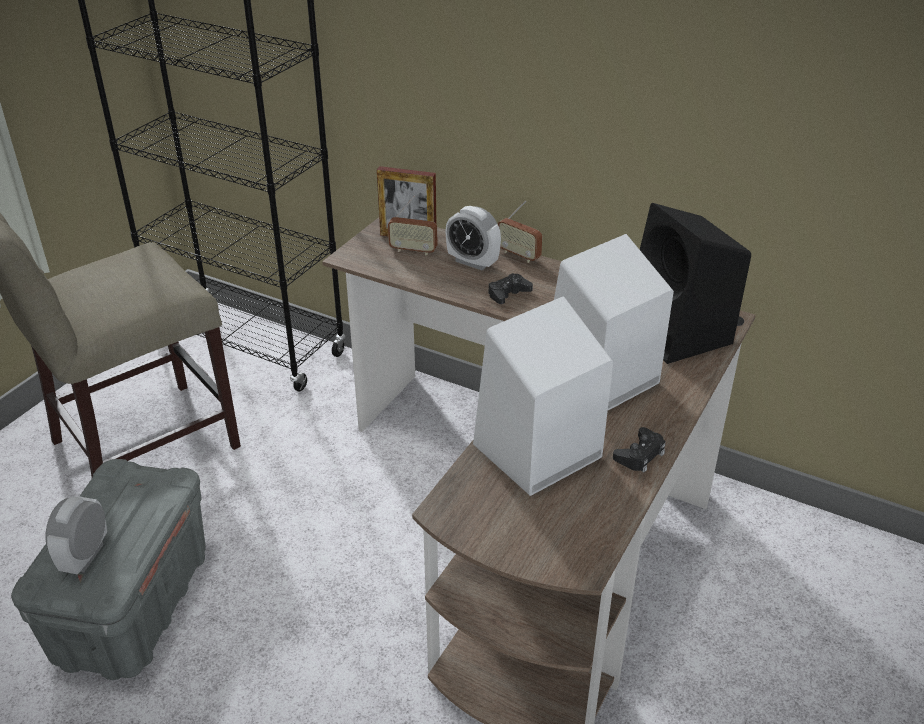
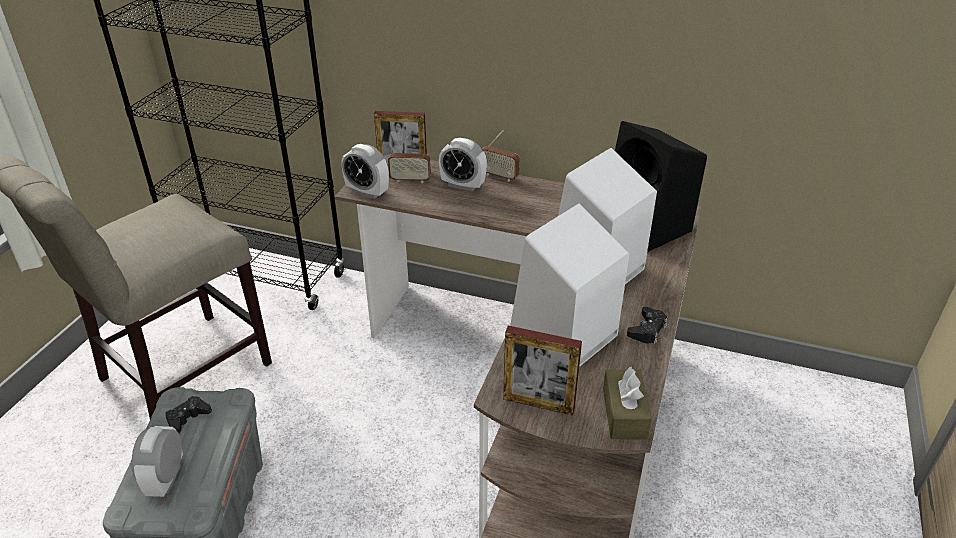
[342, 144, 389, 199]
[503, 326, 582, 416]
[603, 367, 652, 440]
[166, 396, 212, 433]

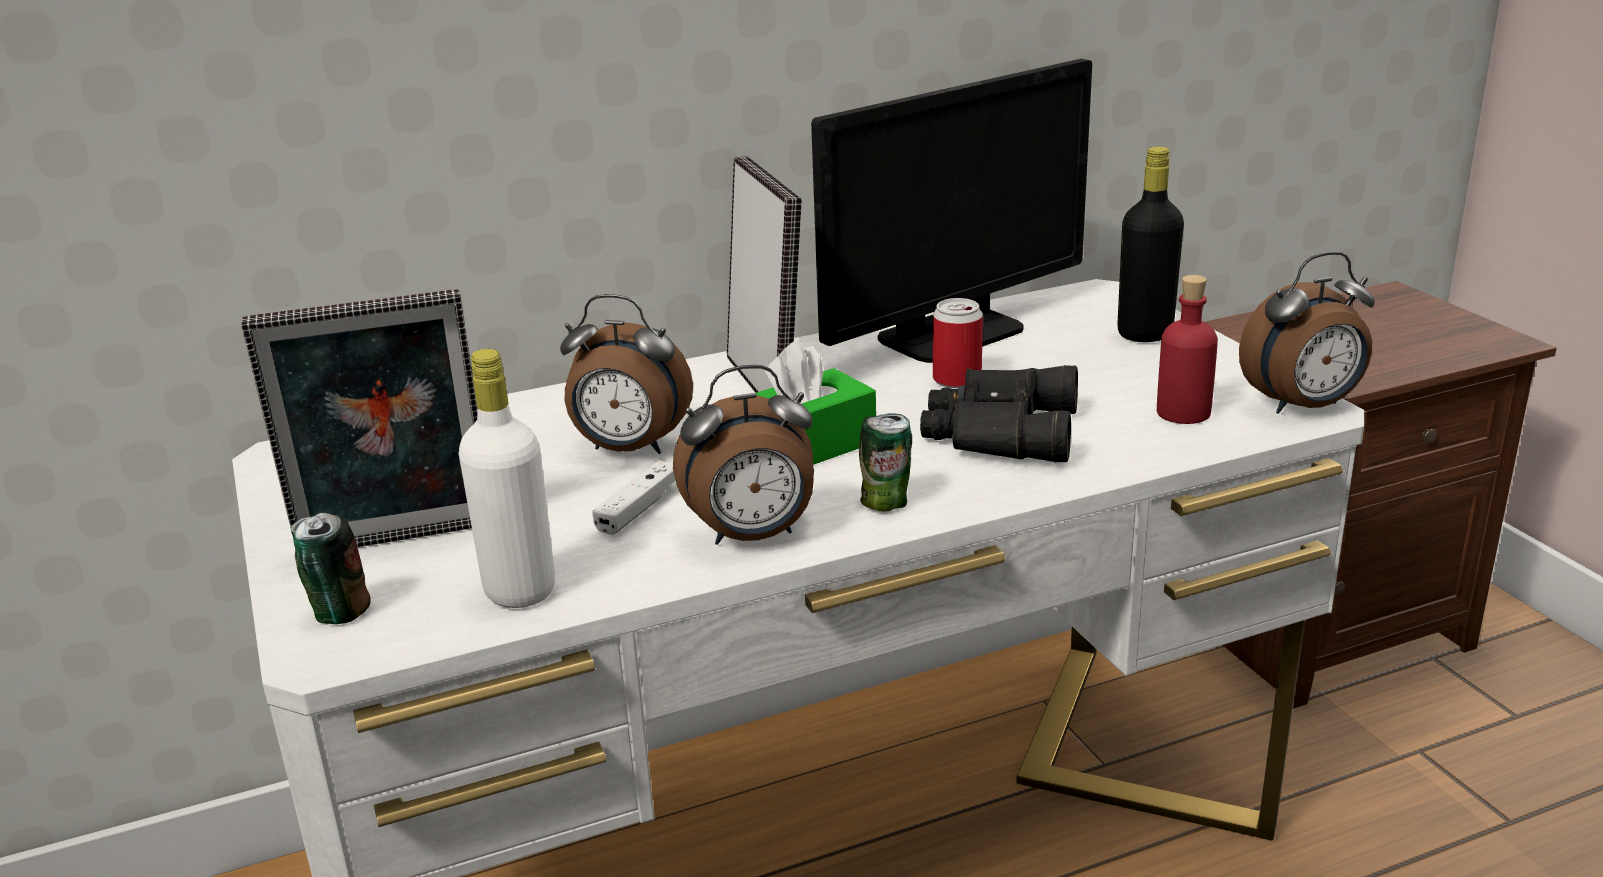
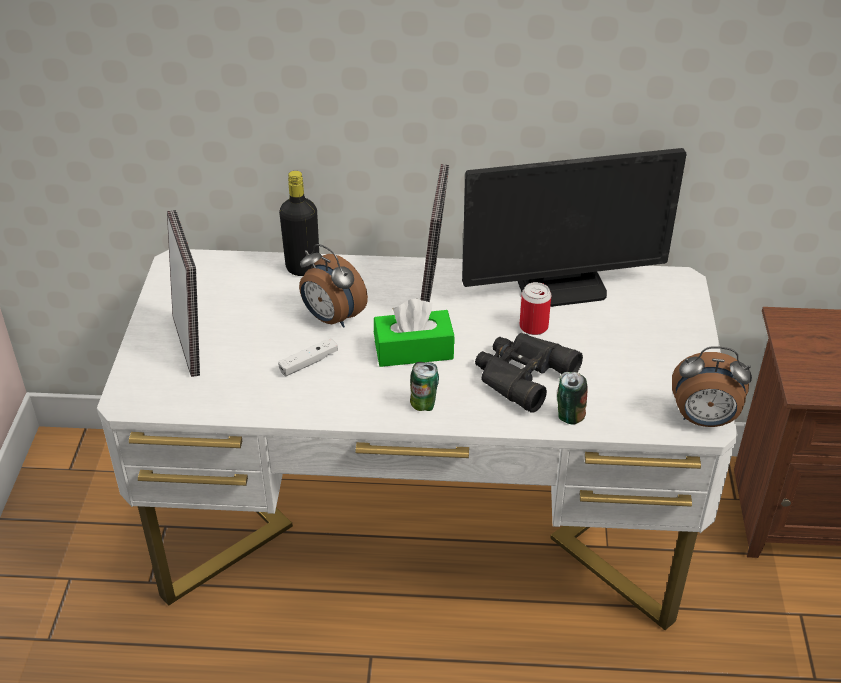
[459, 349, 555, 608] (first image)
[673, 365, 814, 545] (first image)
[1157, 275, 1218, 424] (first image)
[557, 372, 588, 425]
[279, 171, 319, 276]
[167, 210, 200, 377]

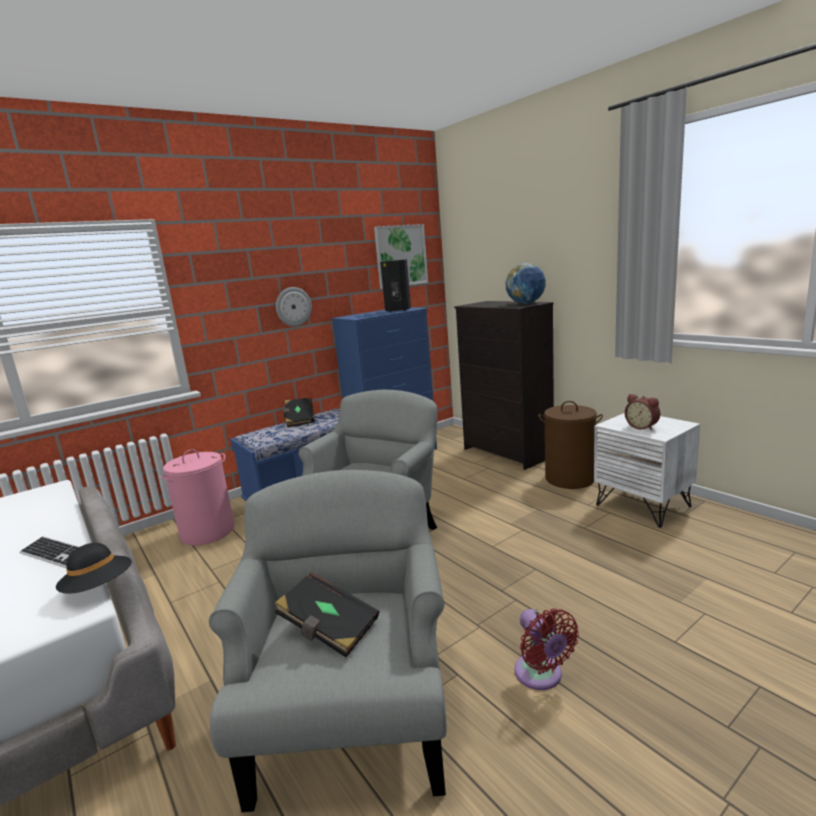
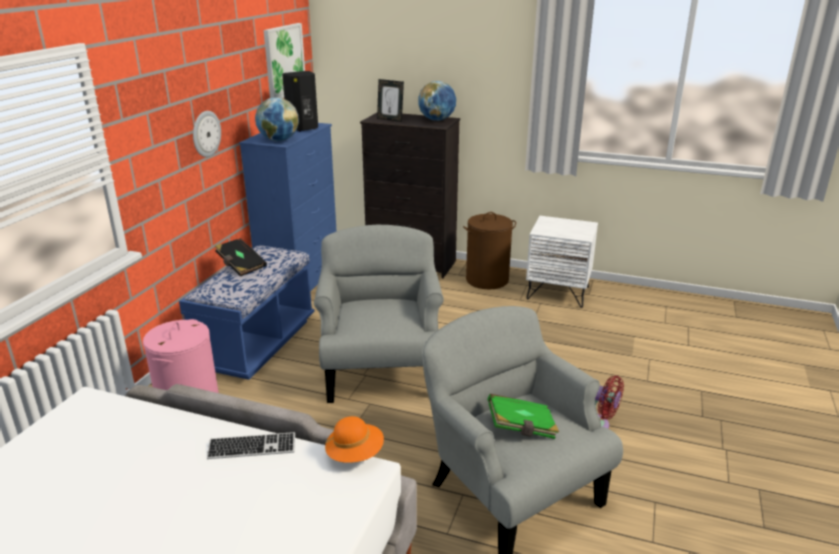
[625, 394, 660, 430] (first image)
[255, 97, 299, 141]
[377, 79, 404, 122]
[325, 416, 384, 463]
[488, 394, 559, 439]

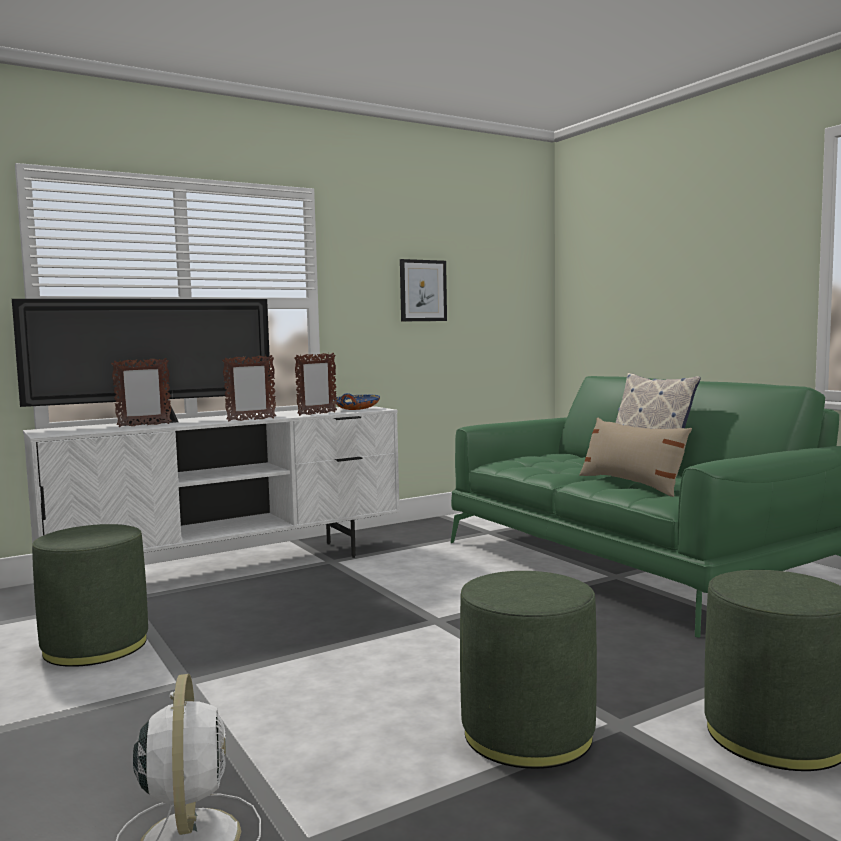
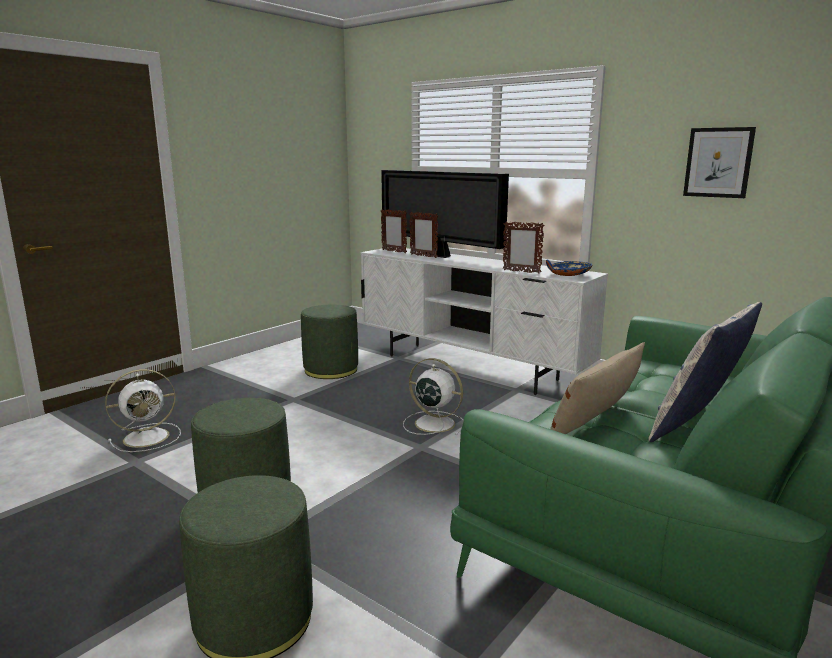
[403, 358, 464, 435]
[381, 209, 407, 253]

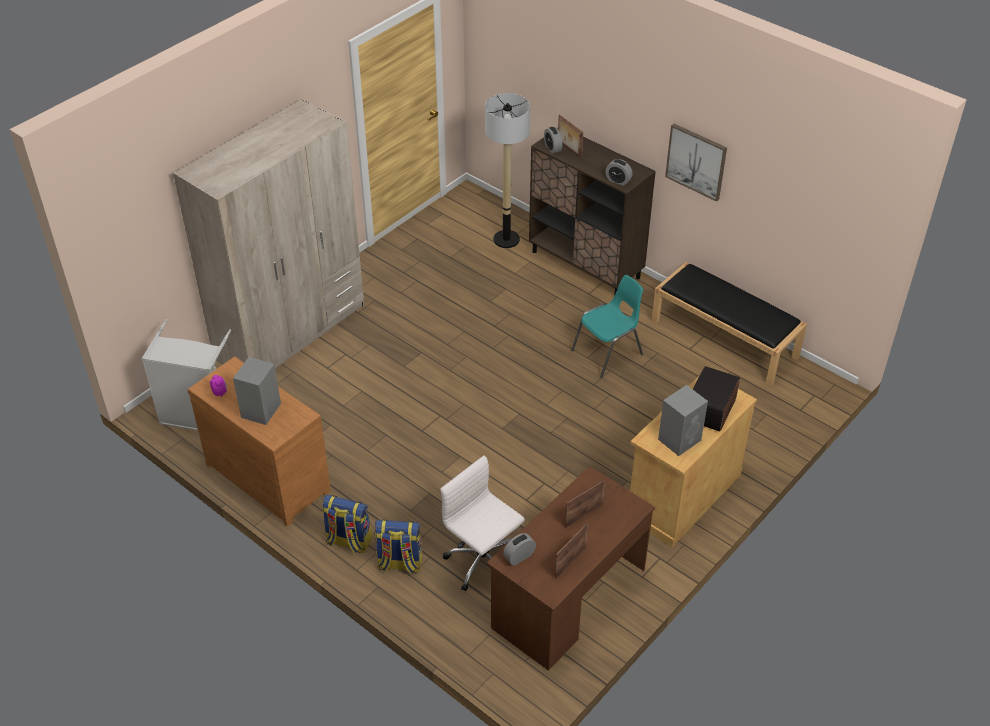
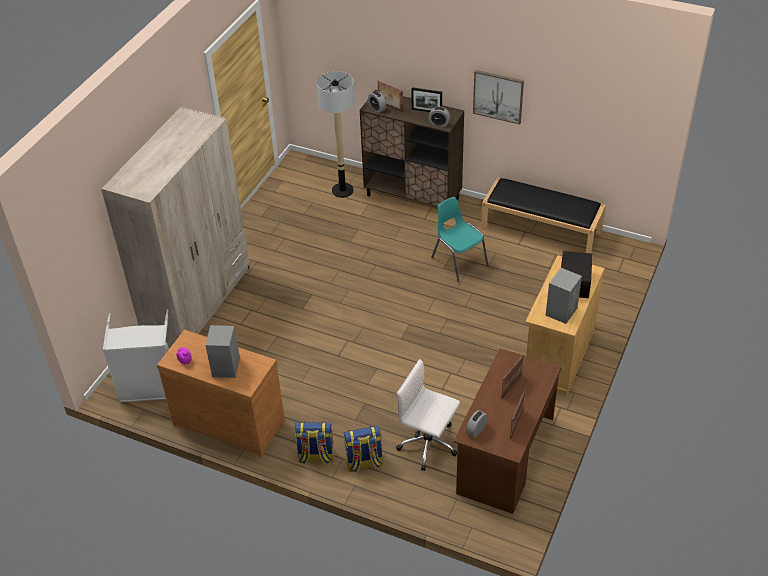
[411, 87, 442, 112]
[431, 197, 488, 282]

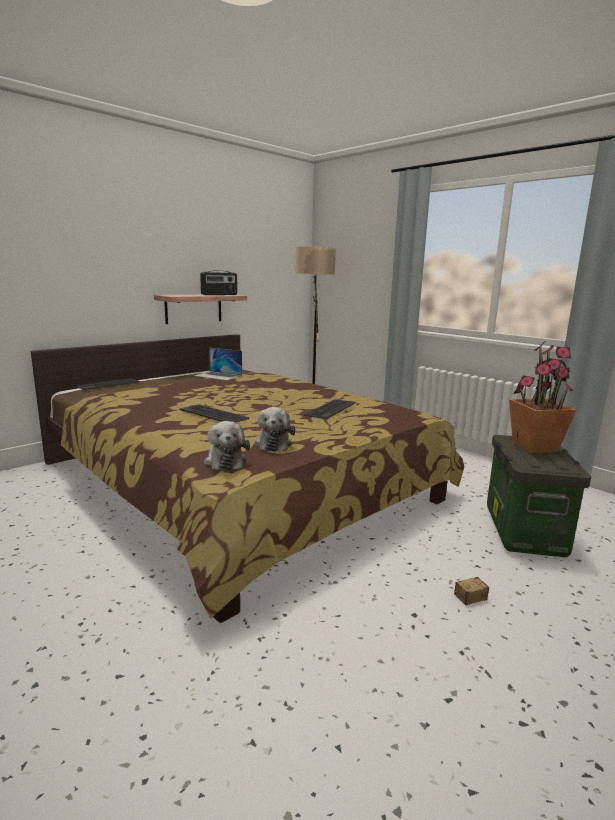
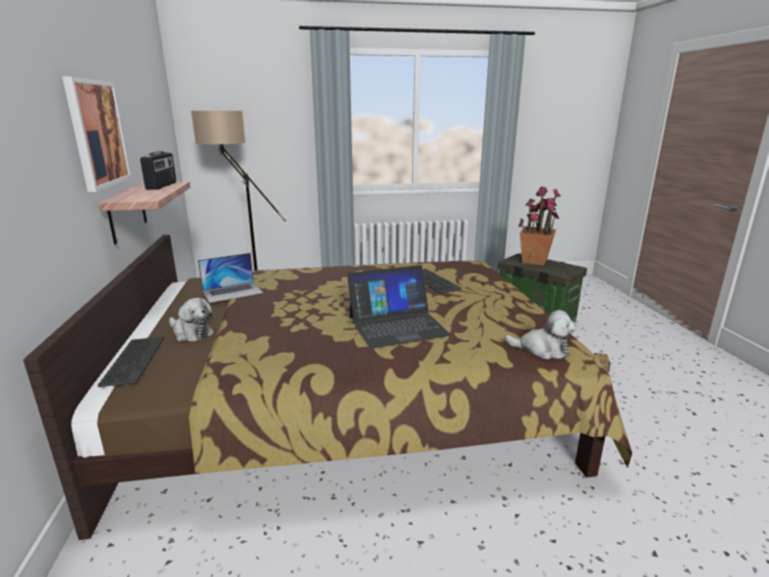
[62, 76, 132, 192]
[169, 298, 214, 342]
[347, 265, 451, 348]

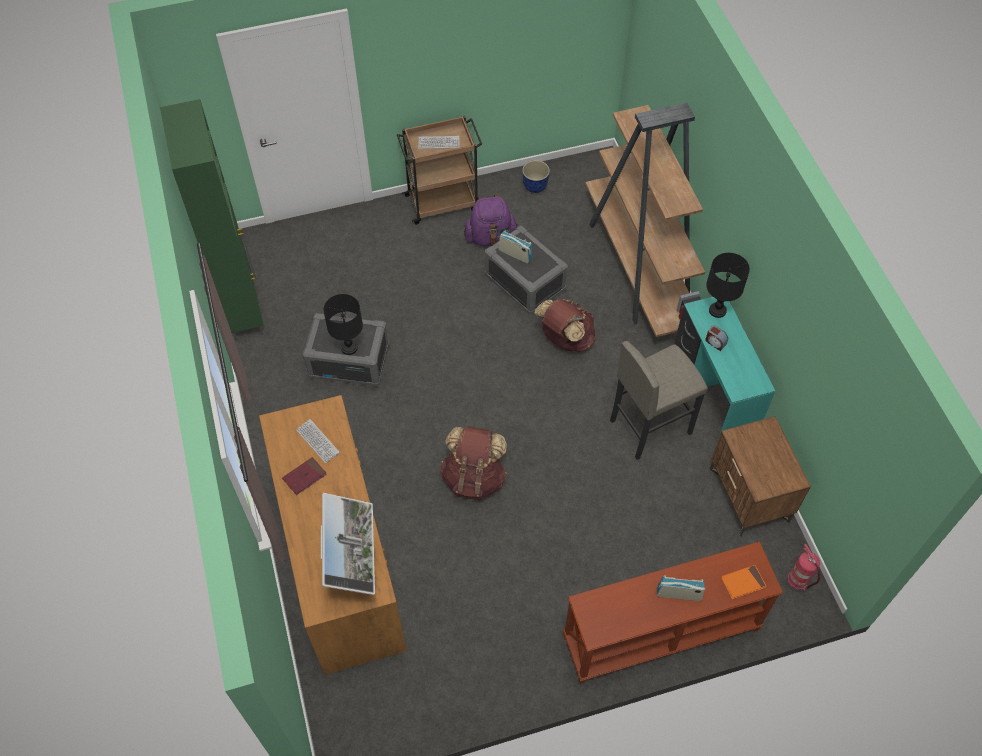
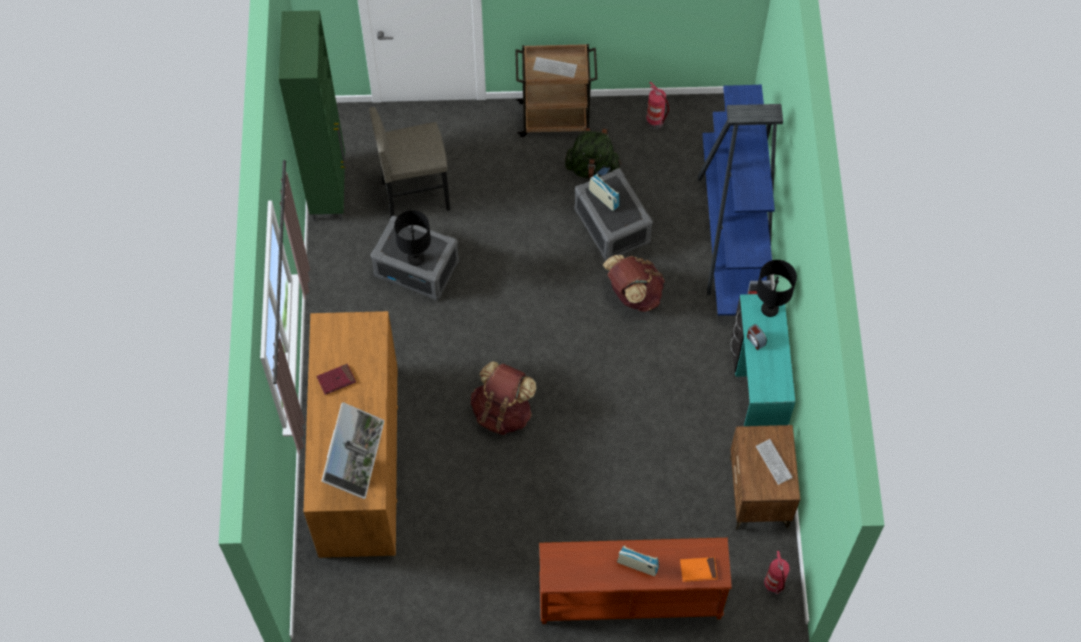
[756, 439, 793, 485]
[369, 107, 450, 218]
[646, 82, 669, 129]
[565, 128, 622, 178]
[698, 85, 783, 316]

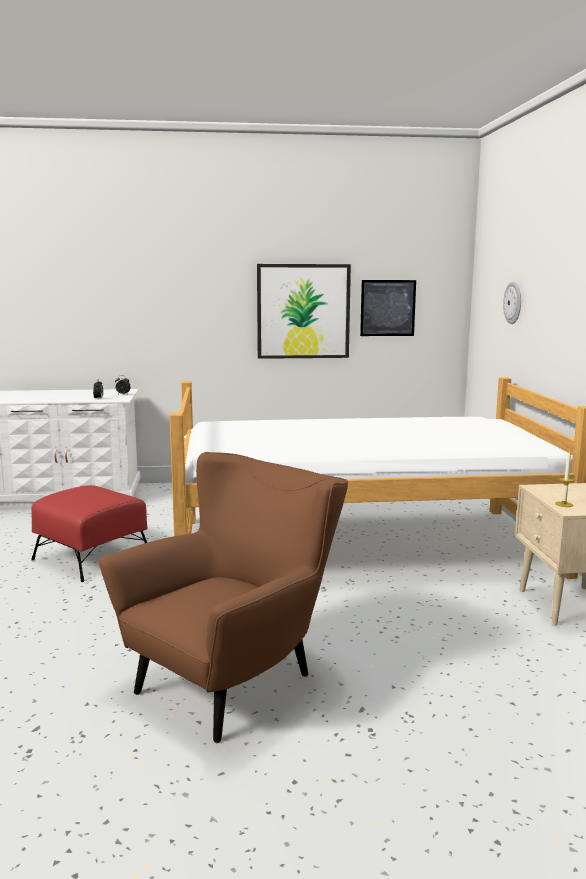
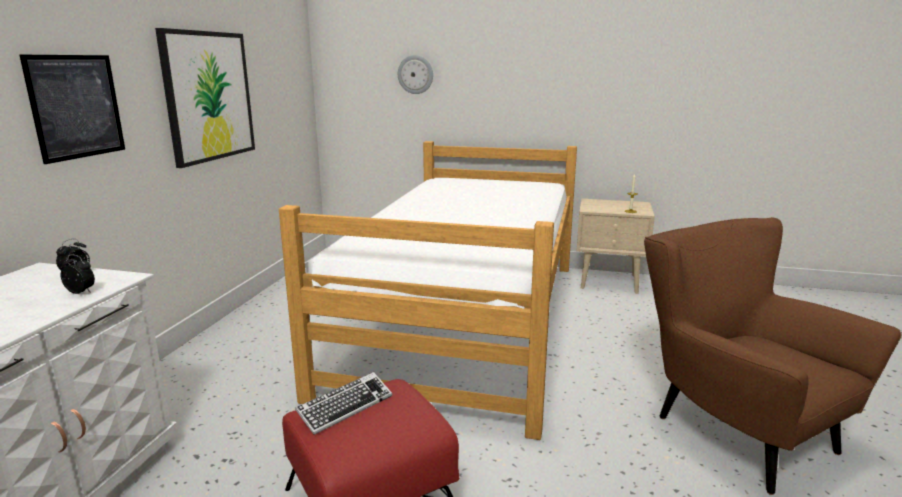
[295, 372, 392, 435]
[19, 55, 125, 164]

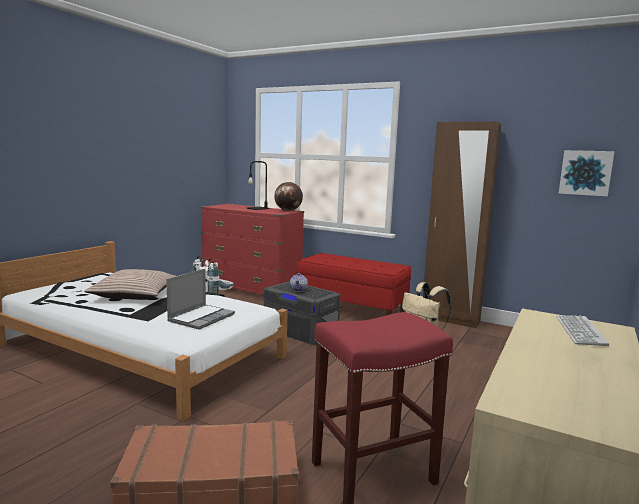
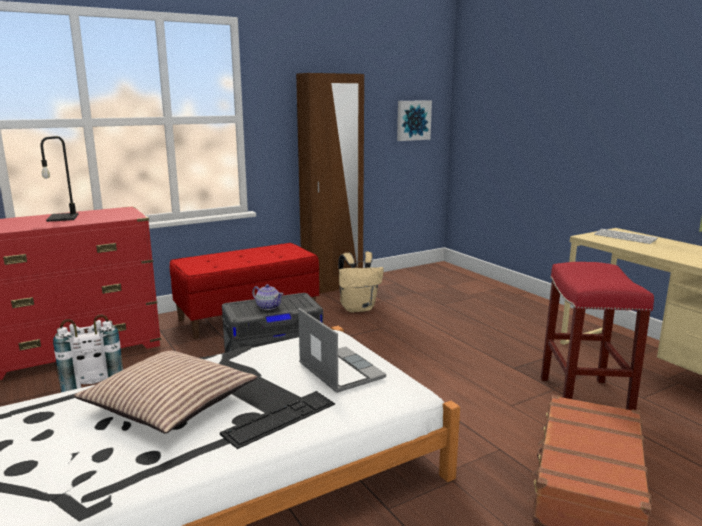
[274, 182, 303, 211] (first image)
[220, 391, 335, 449]

